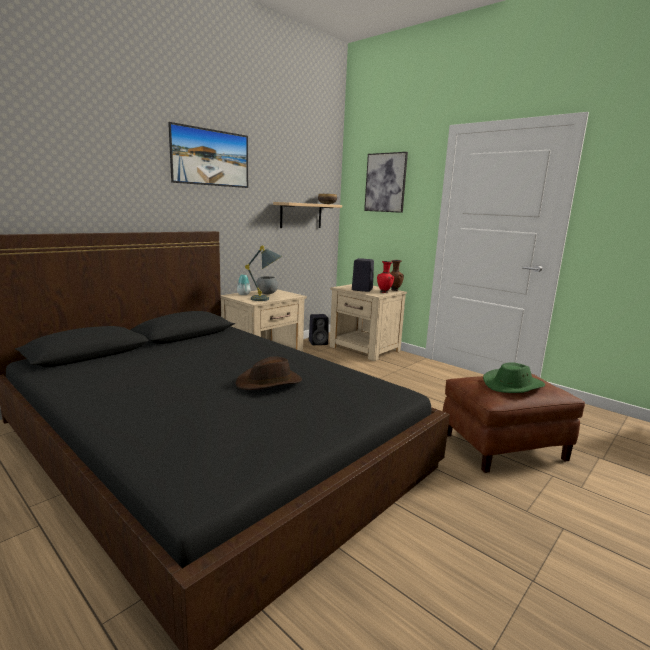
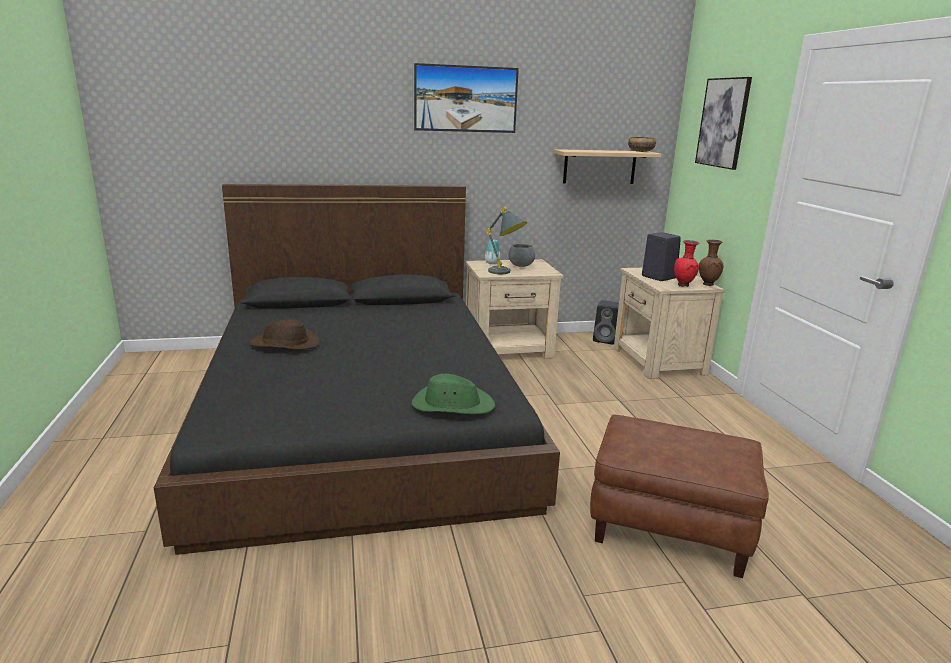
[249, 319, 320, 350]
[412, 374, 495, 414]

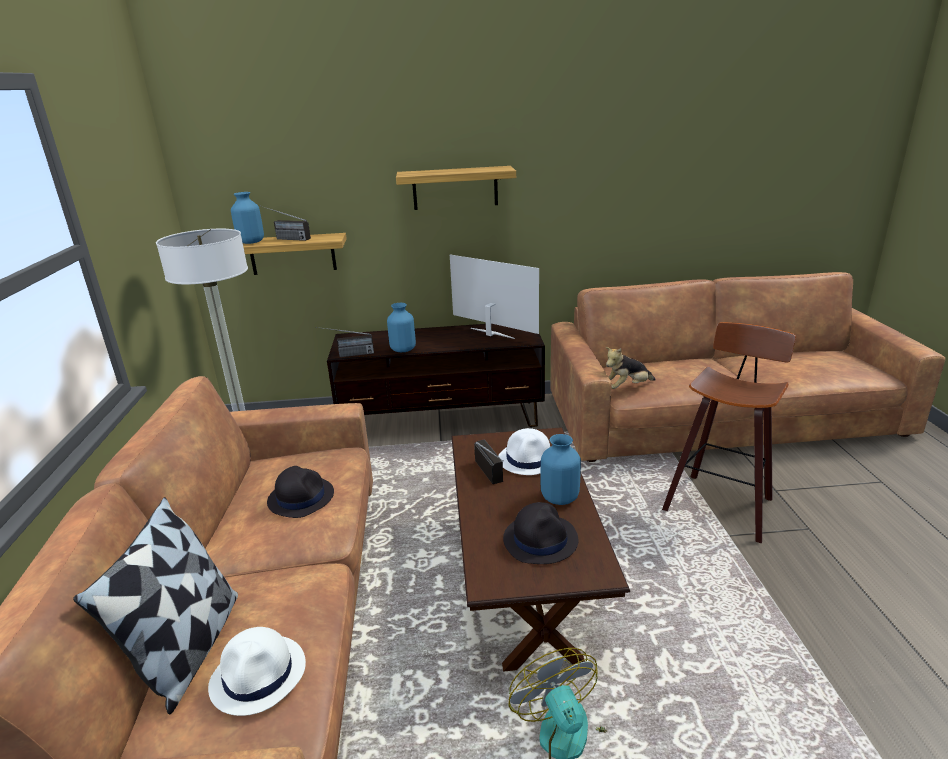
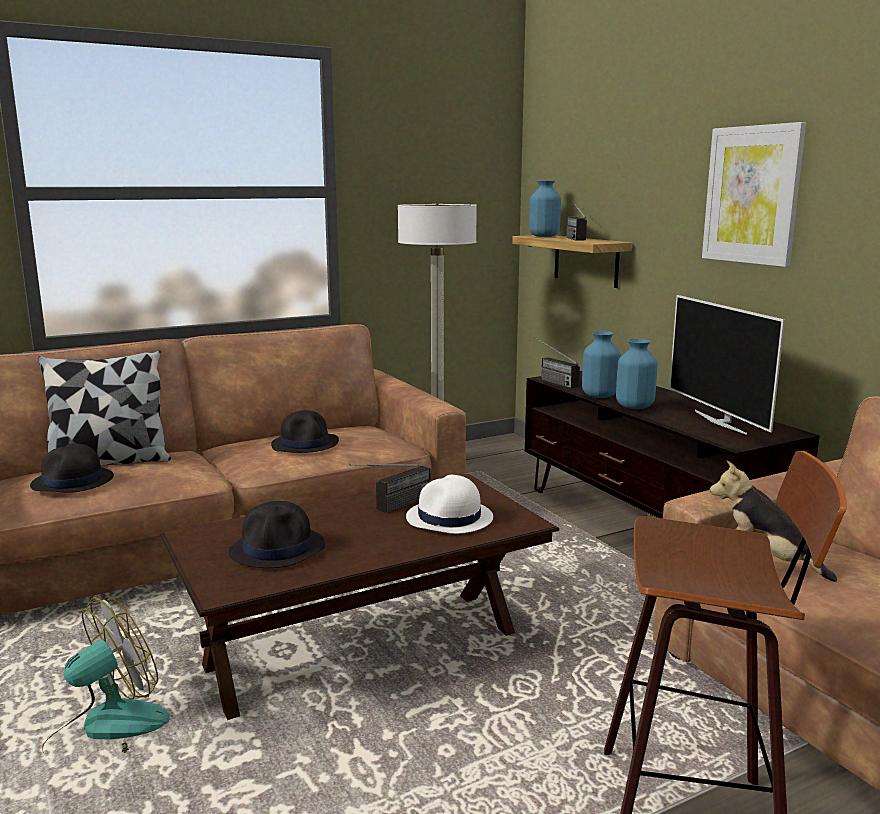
[616, 339, 658, 409]
[702, 122, 806, 267]
[30, 444, 114, 493]
[669, 295, 785, 435]

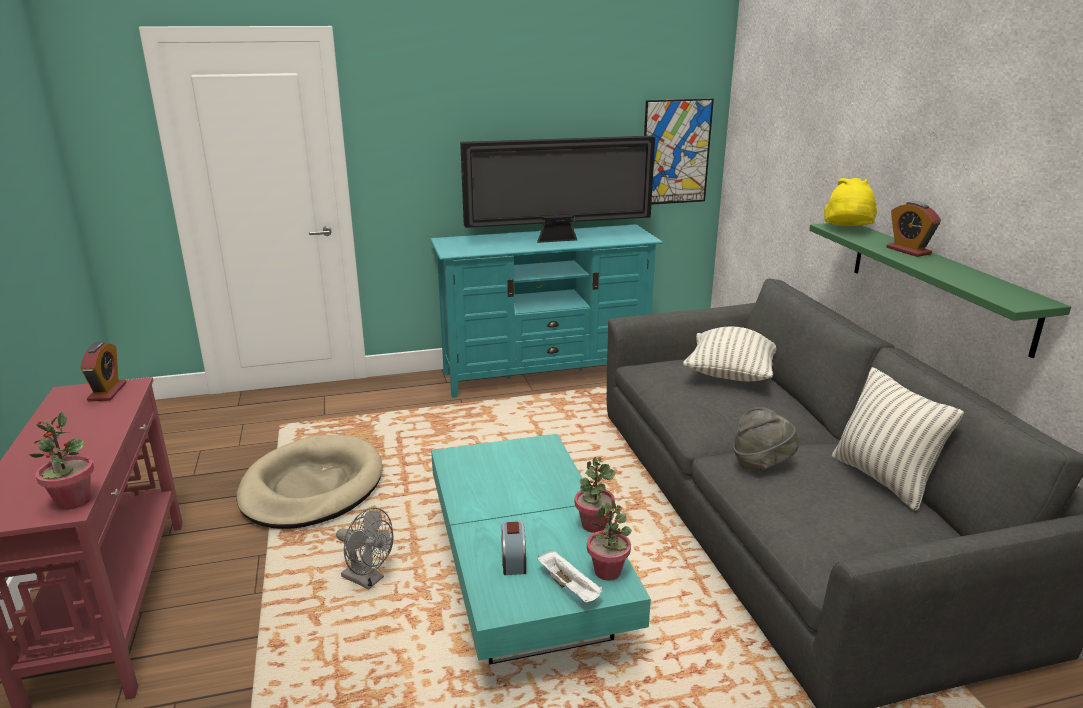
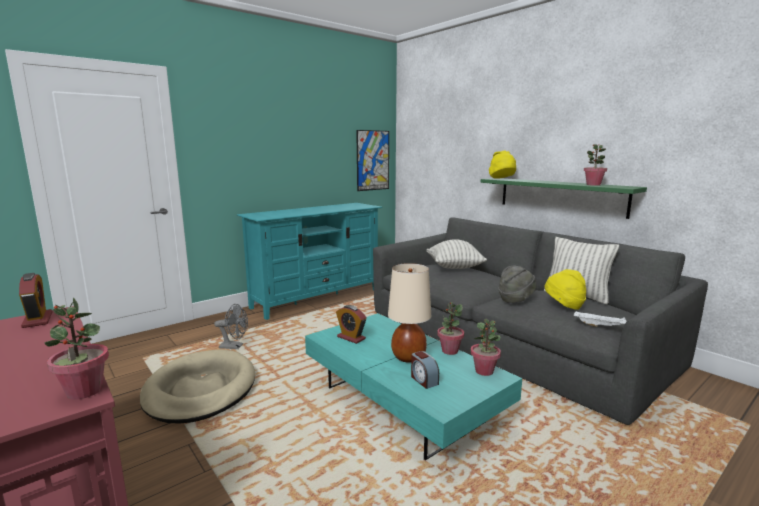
[460, 135, 655, 243] (first image)
[388, 263, 431, 363]
[545, 269, 586, 310]
[584, 144, 607, 186]
[214, 304, 248, 349]
[574, 311, 627, 327]
[336, 305, 367, 344]

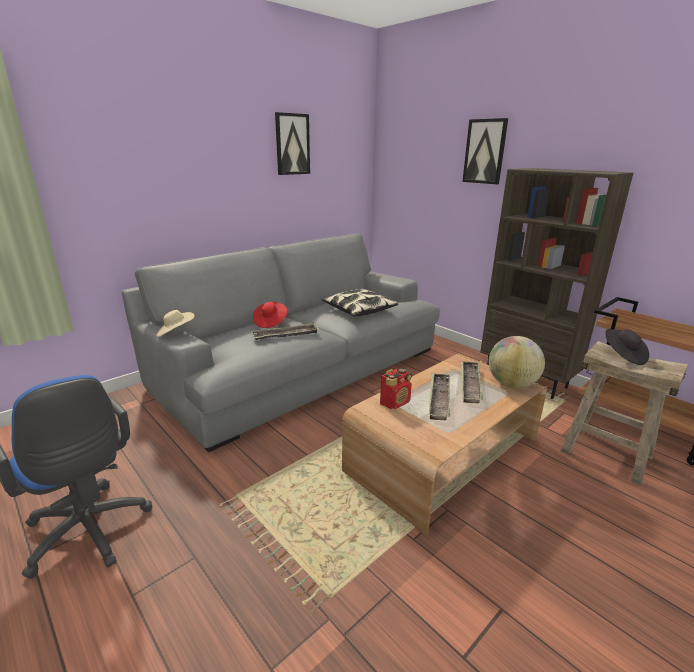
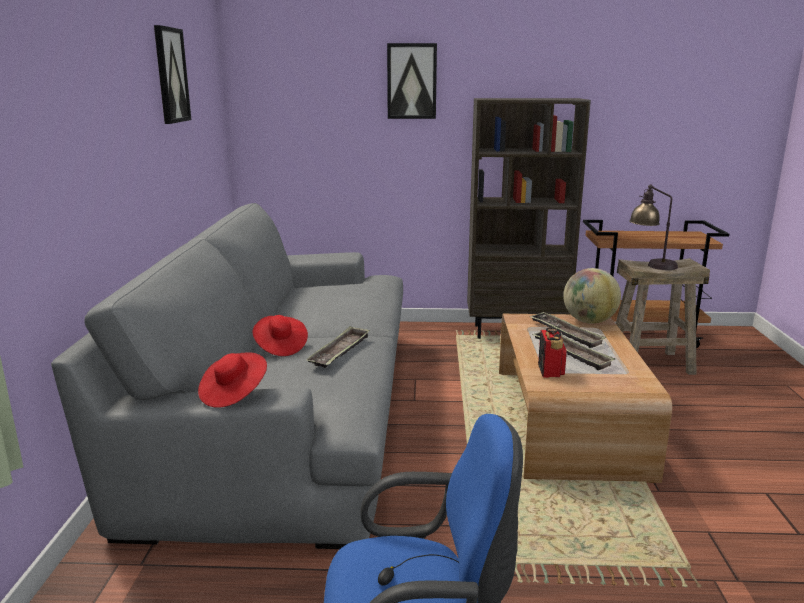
[321, 289, 398, 316] (first image)
[629, 184, 678, 270]
[198, 352, 267, 408]

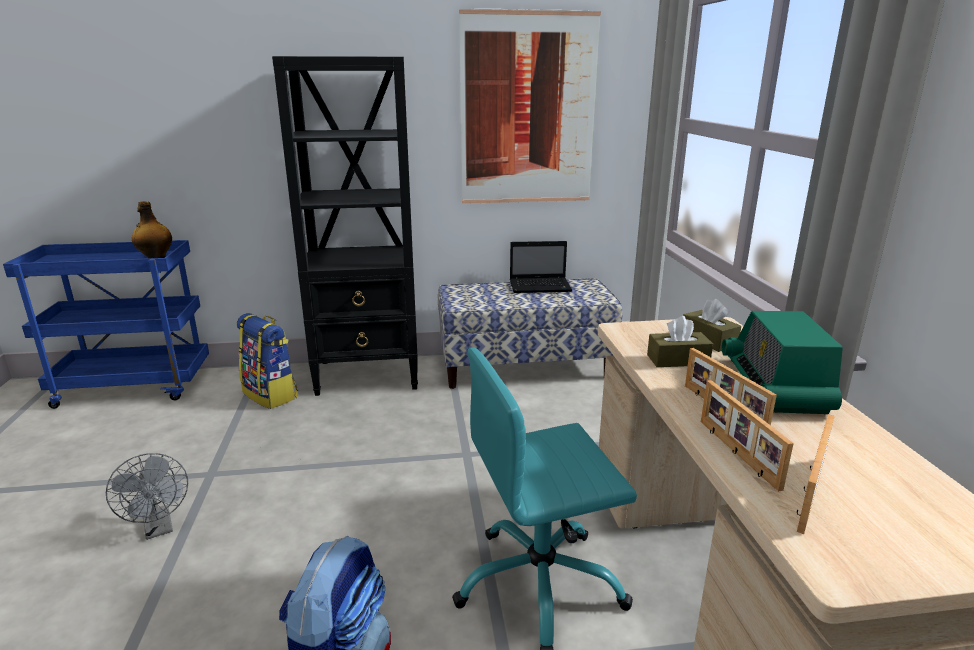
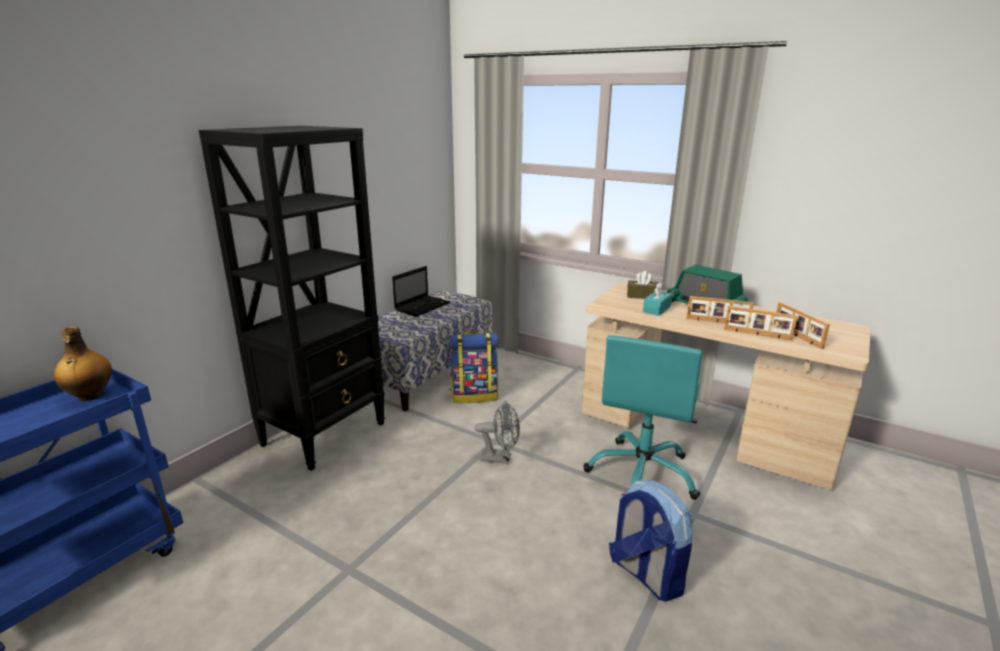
[459, 9, 601, 204] (first image)
[475, 401, 520, 464]
[449, 331, 498, 403]
[643, 283, 672, 316]

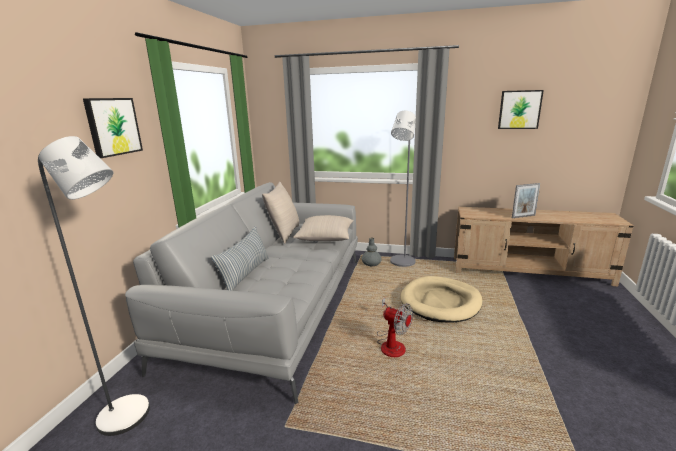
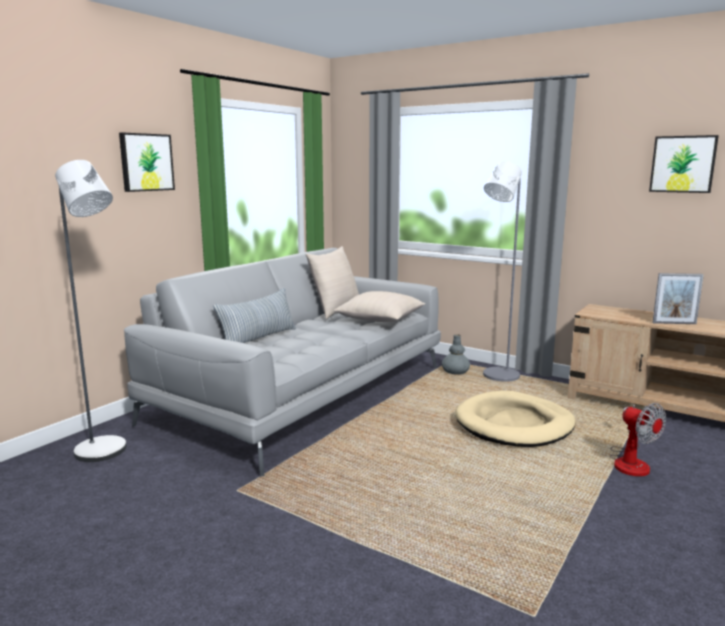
[610, 403, 666, 476]

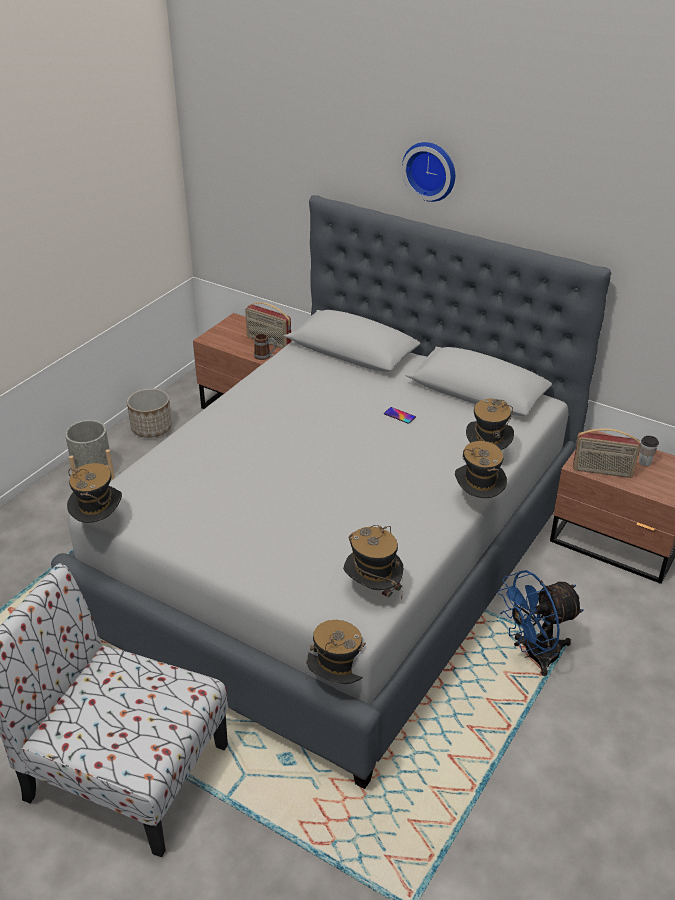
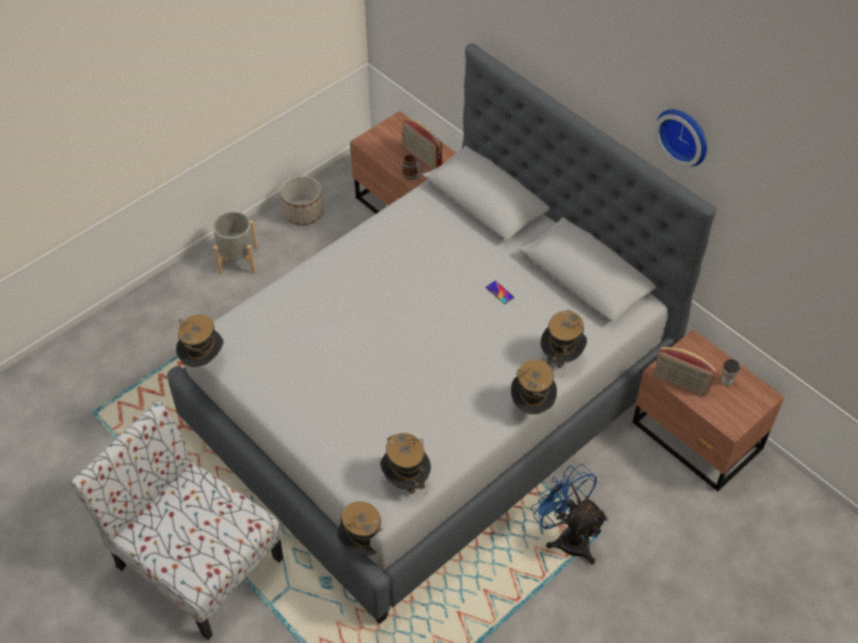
[655, 109, 707, 167]
[531, 464, 608, 565]

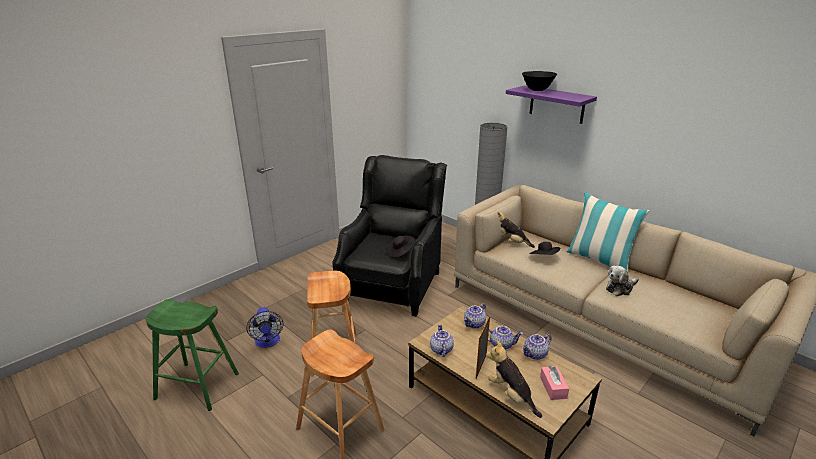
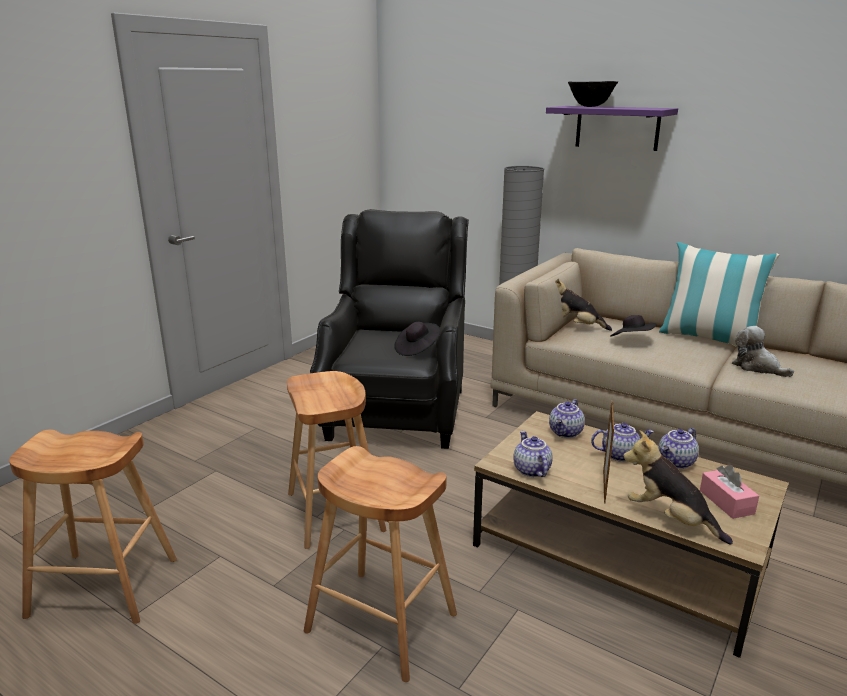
[246, 307, 283, 348] (first image)
[9, 429, 177, 624]
[732, 326, 794, 377]

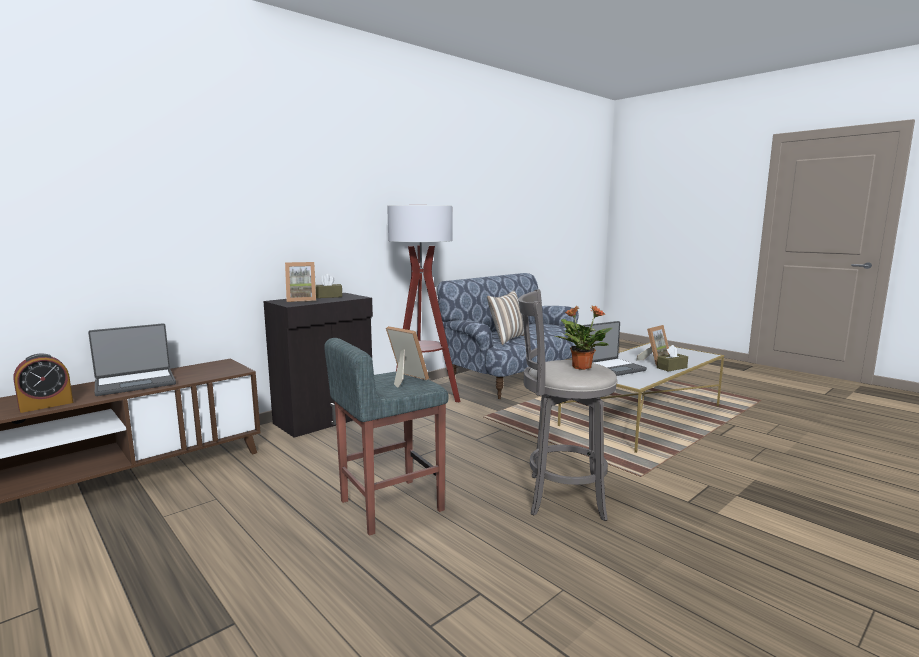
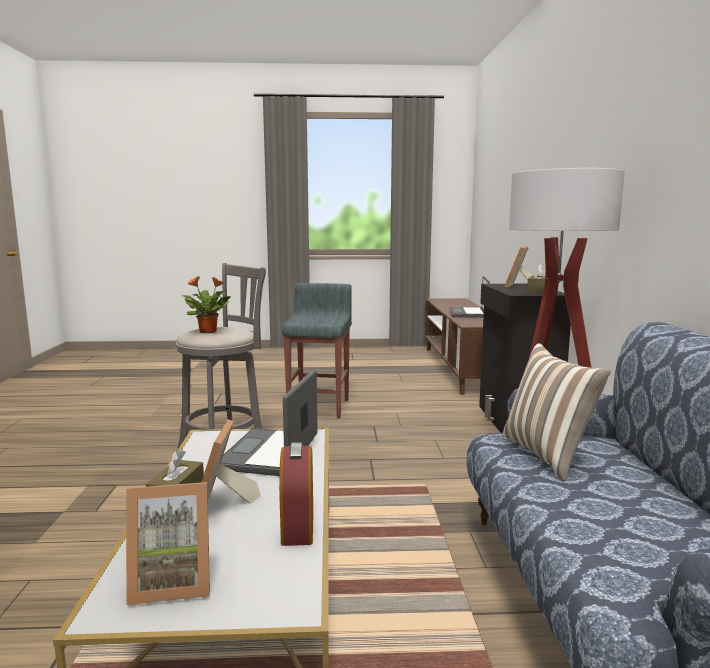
[279, 442, 313, 546]
[126, 482, 210, 605]

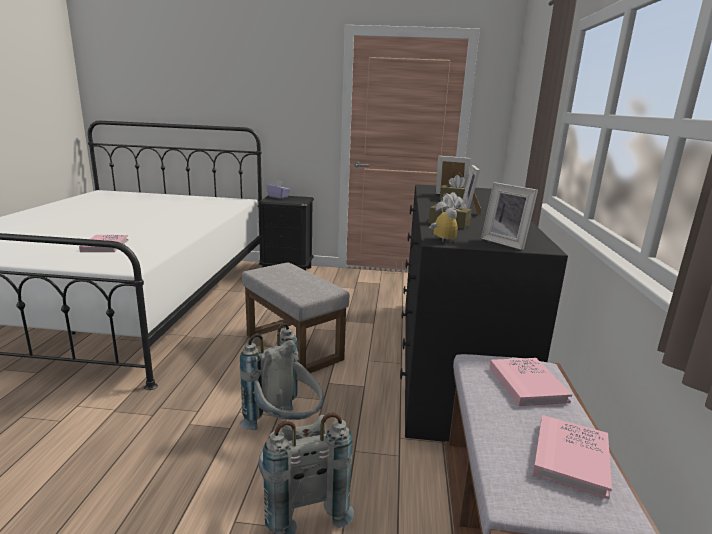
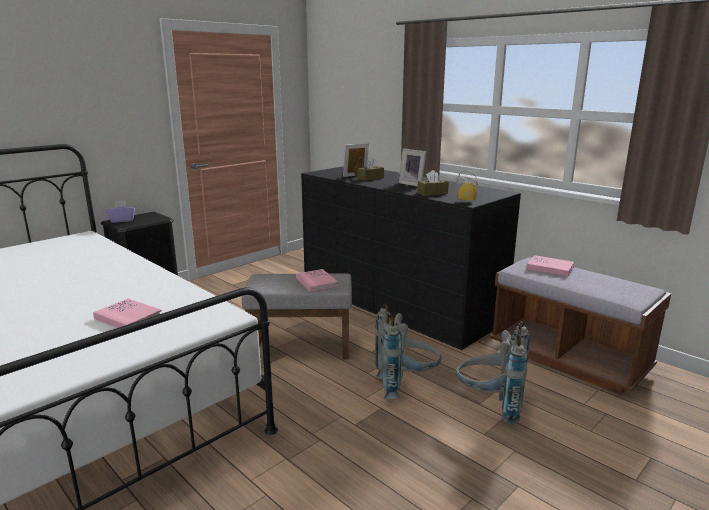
[481, 182, 538, 250] (first image)
[296, 269, 338, 292]

